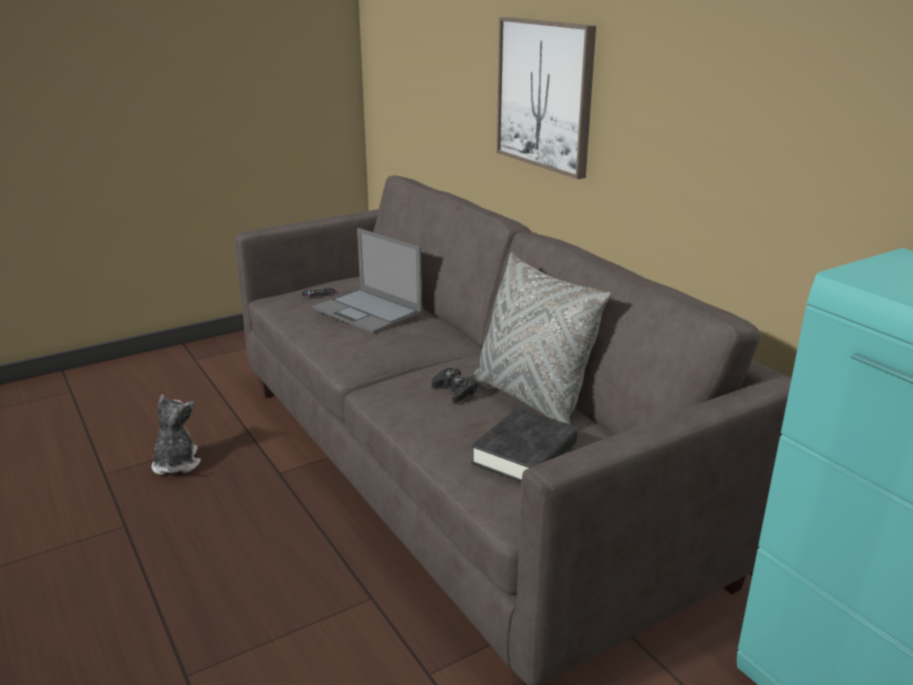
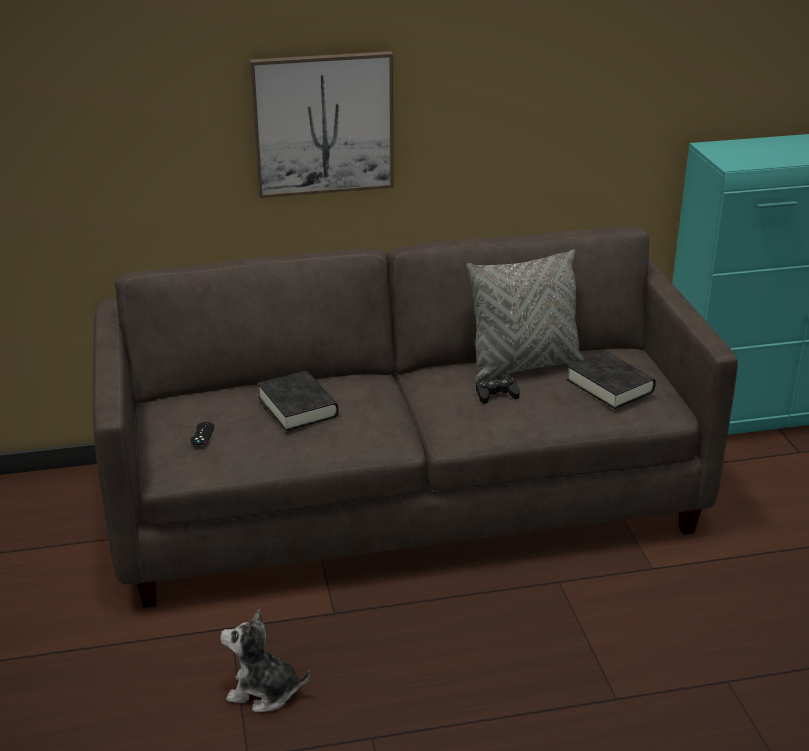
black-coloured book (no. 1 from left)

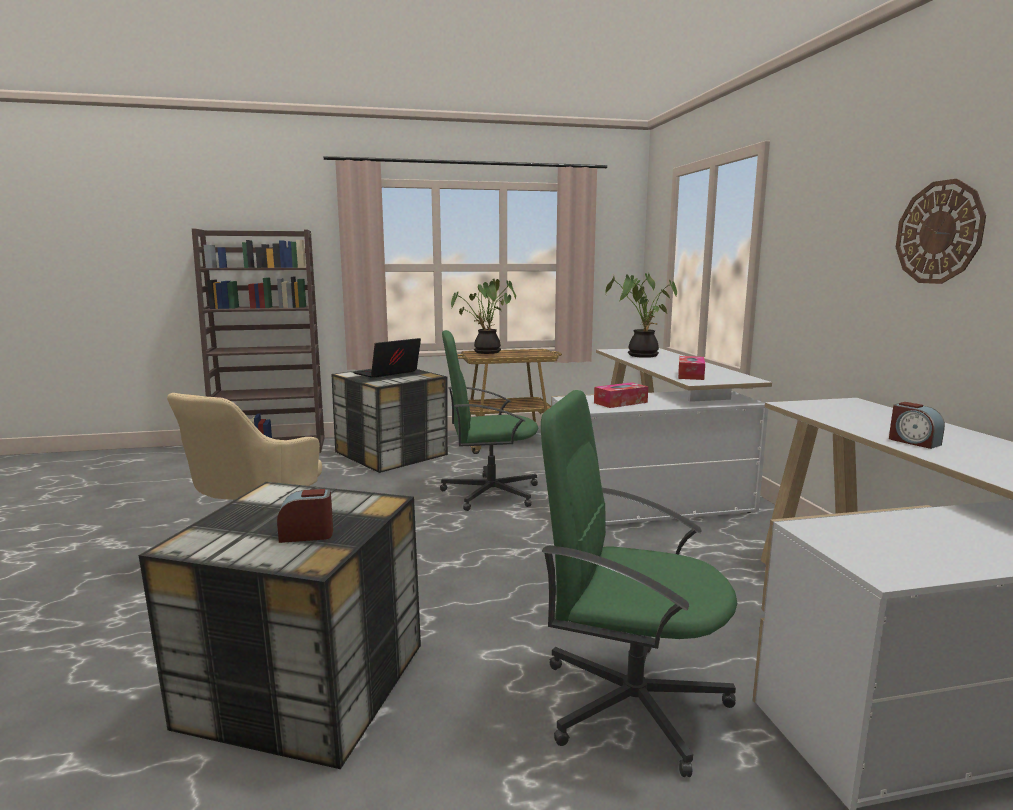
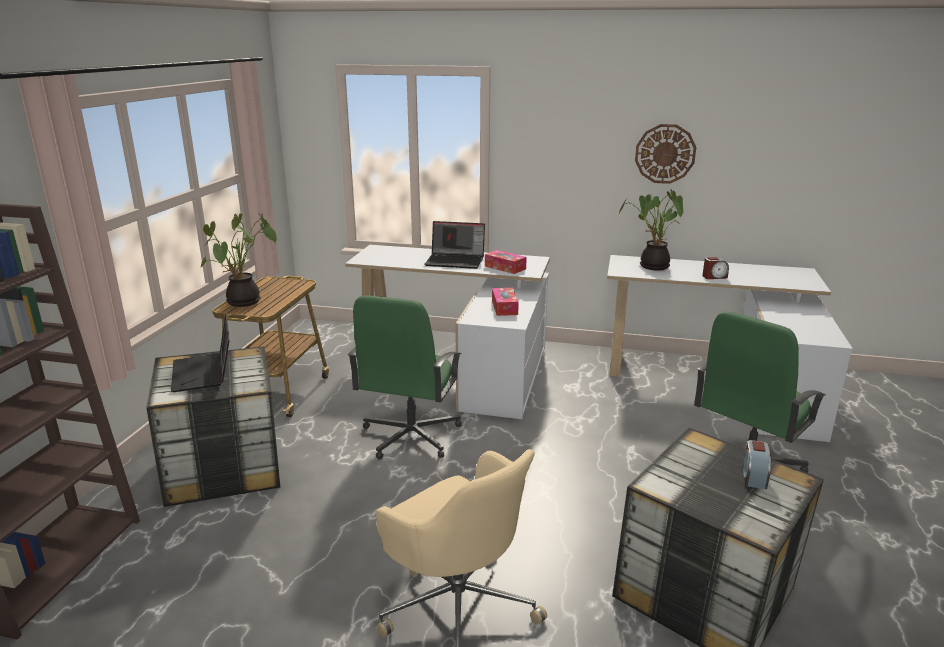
potted plant (no. 2 from left); notebook computer (no. 2 from left)

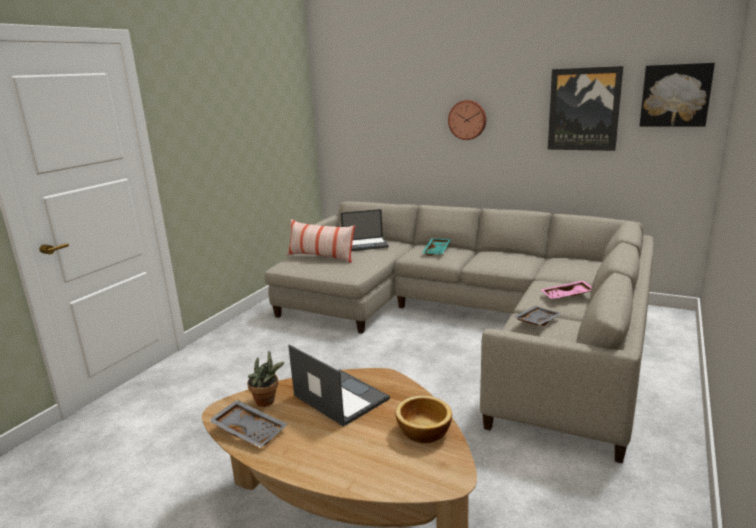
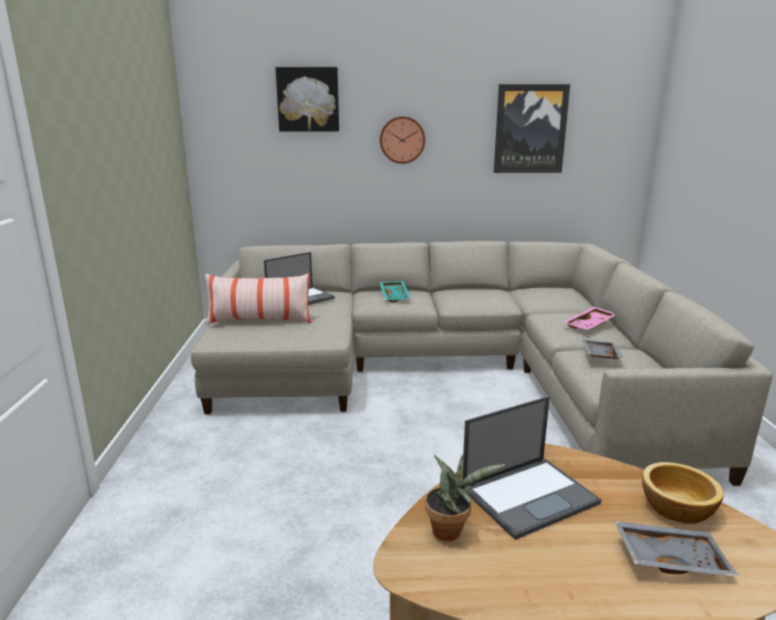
grey serving tray (no. 2 from left); notebook computer (no. 2 from left); wall art (no. 1 from left)

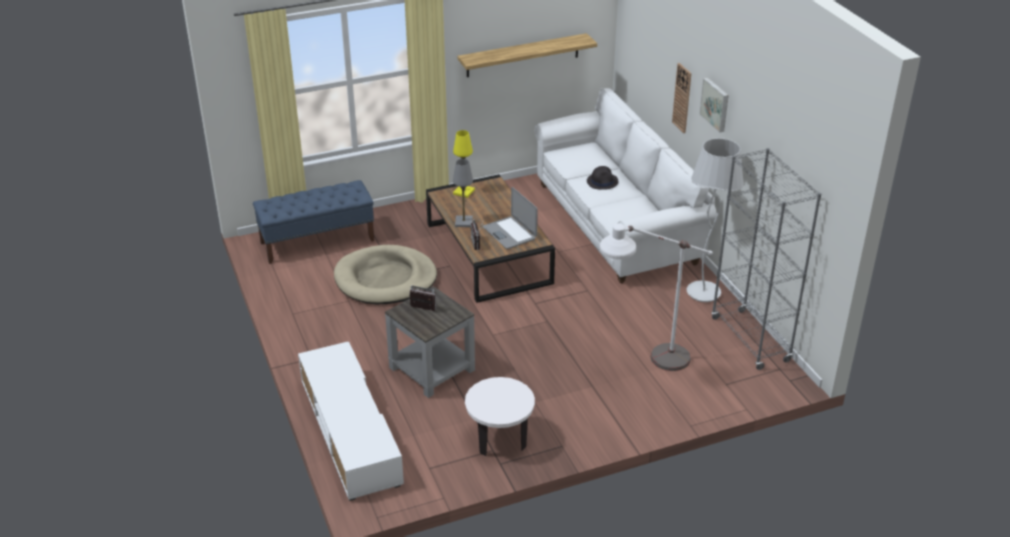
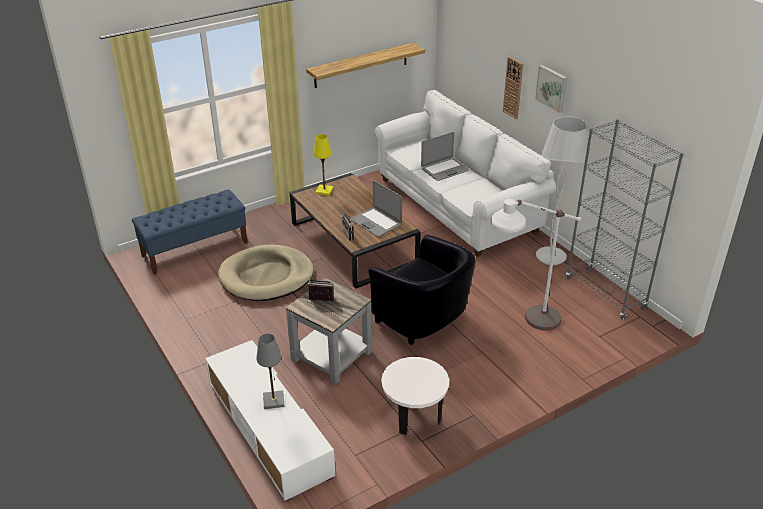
grey tabletop lamp; notebook computer (no. 2 from left); black-coloured lounge chair

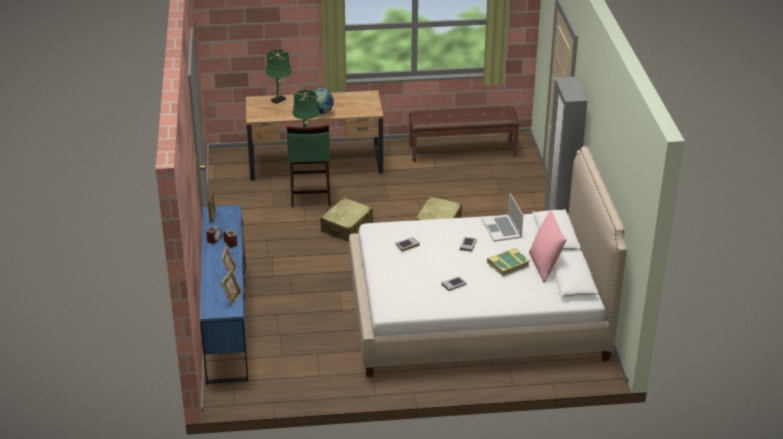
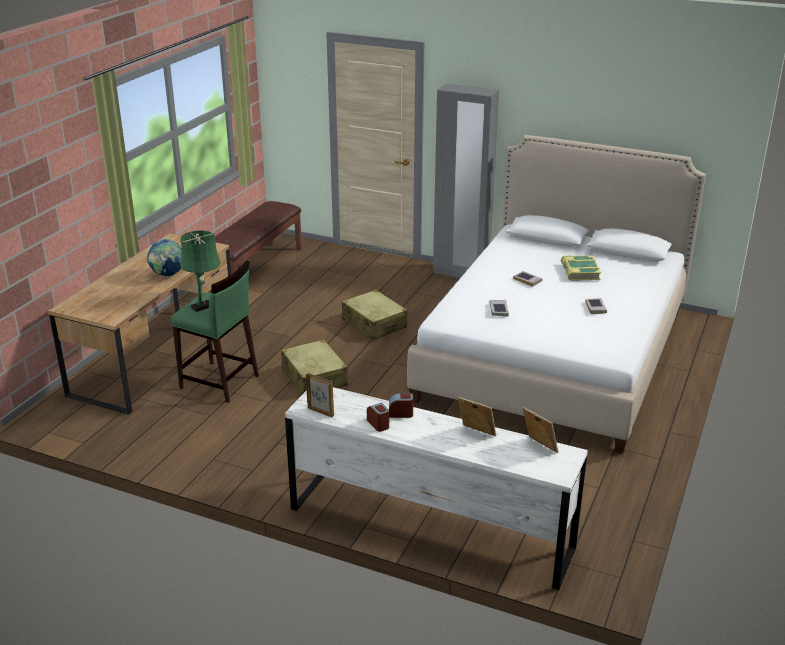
white dresser; green tabletop lamp (no. 1 from left in the first image); notebook computer; pink pillow

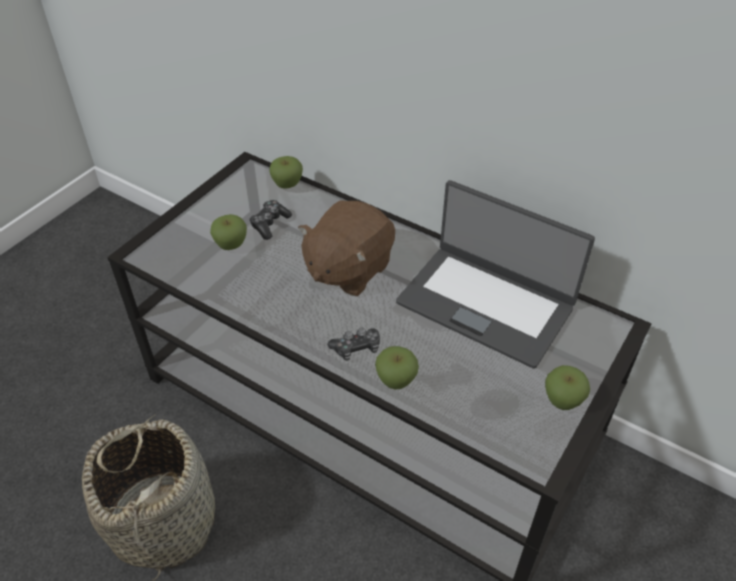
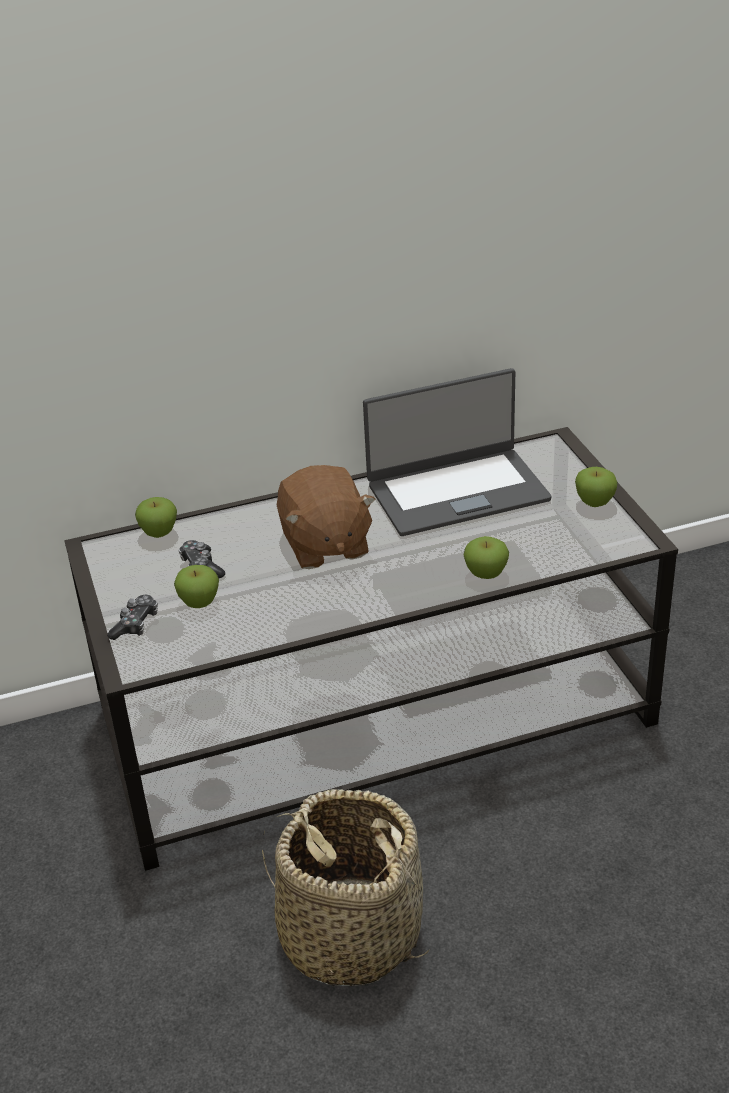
gamepad (no. 1 from left)

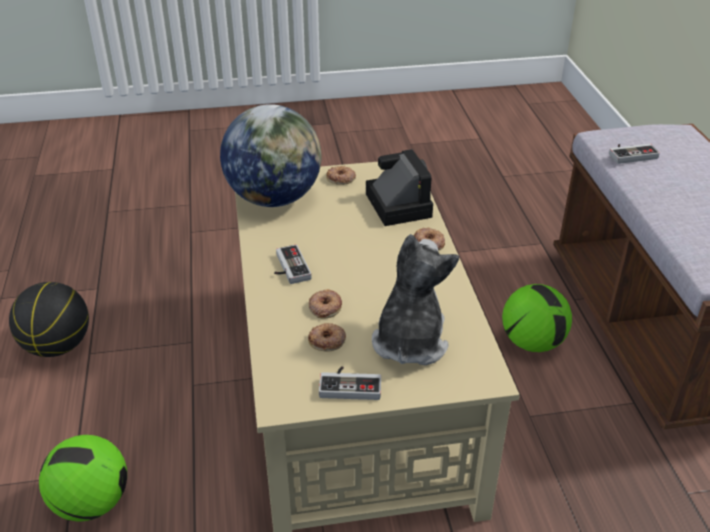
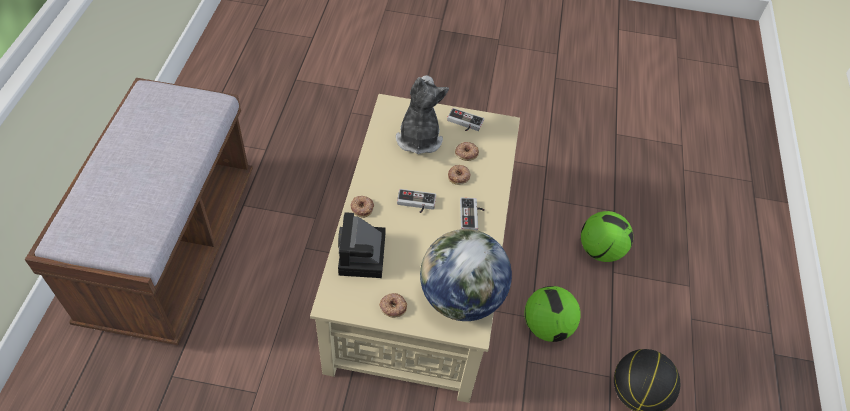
cuddly toy; football ball (no. 1 from left); gamepad (no. 1 from left)

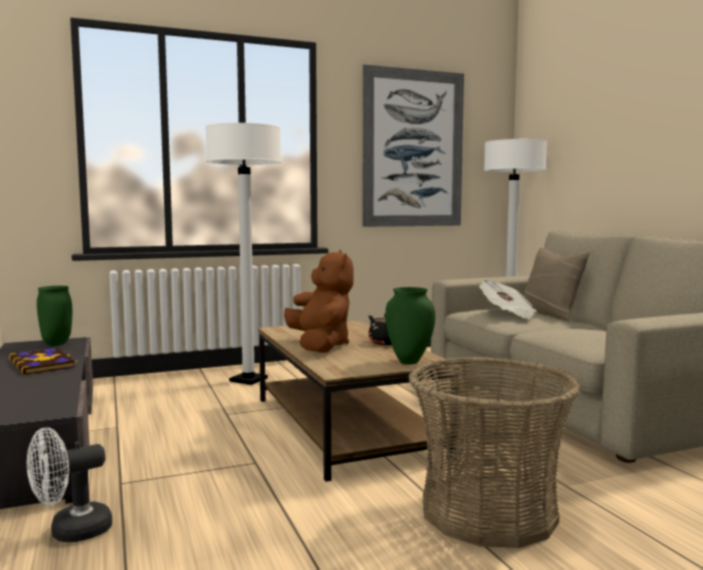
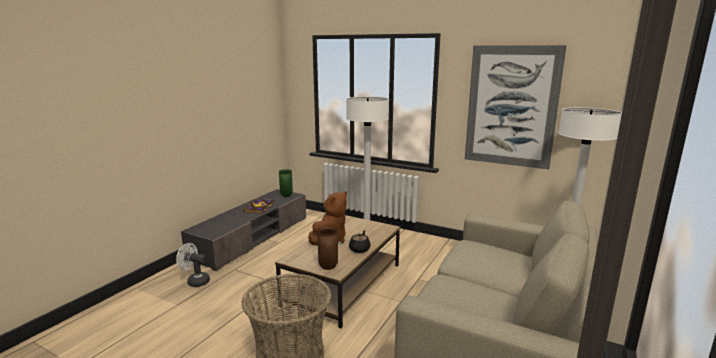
brown-coloured flower vase; daily paper; beige-coloured pillow

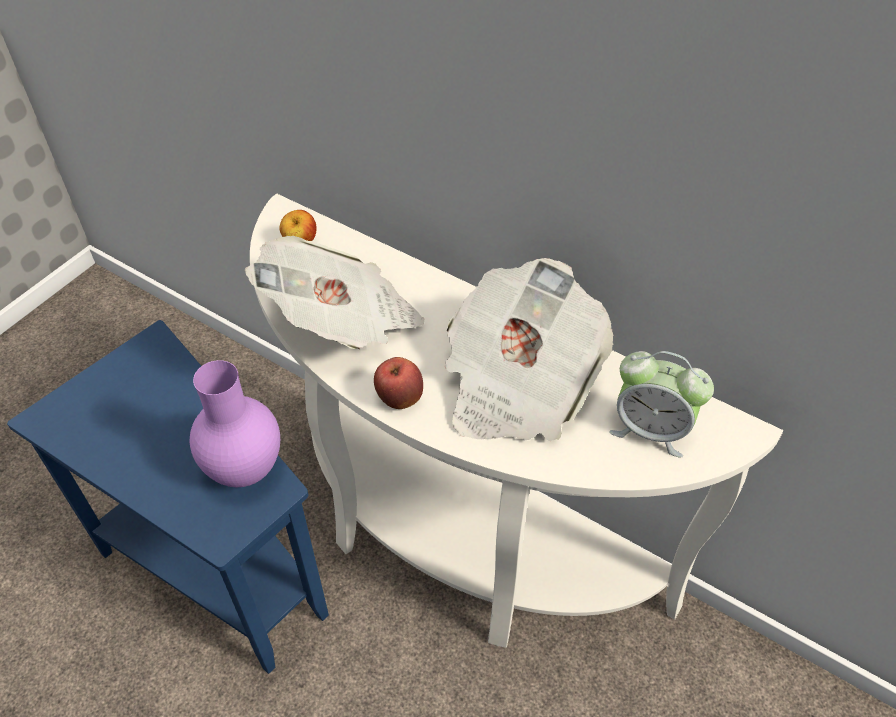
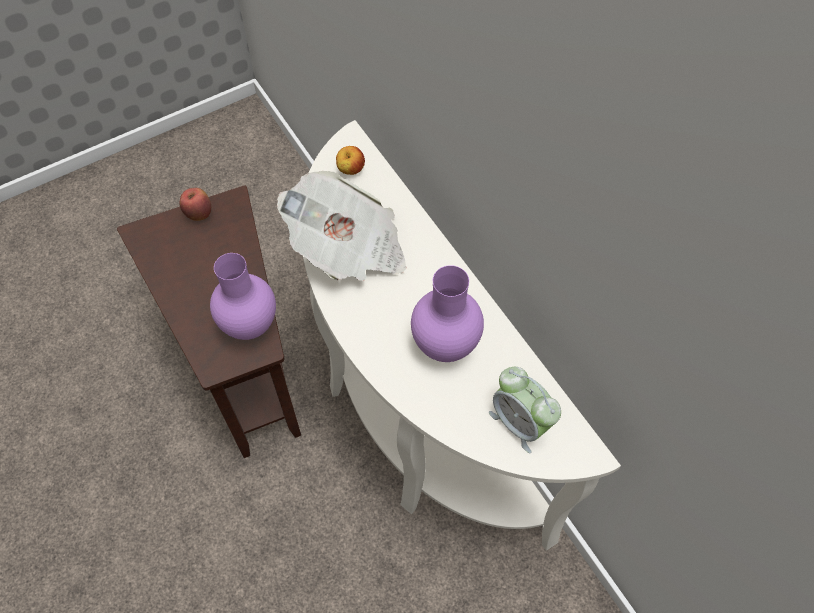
brown-coloured accent table; apple fruit (no. 1 from left); purple-coloured flower vase (no. 2 from left)

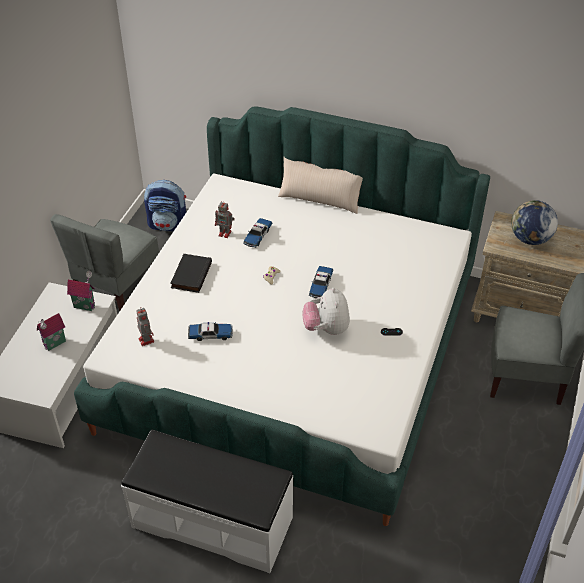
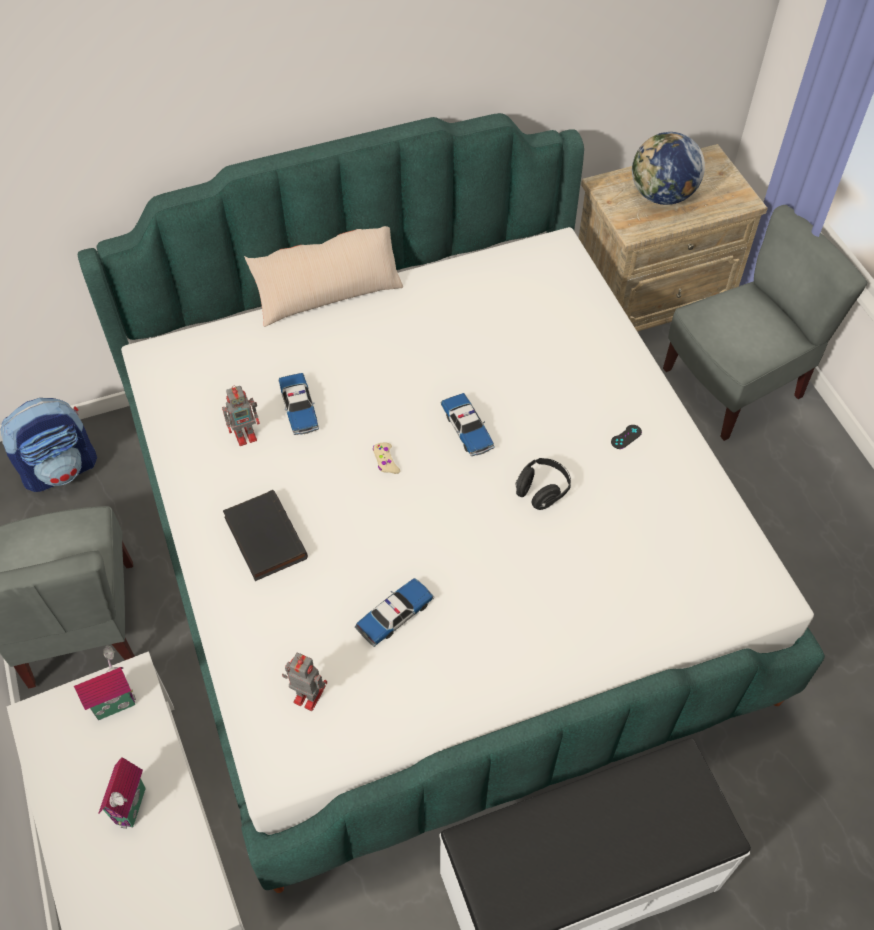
black-coloured headset

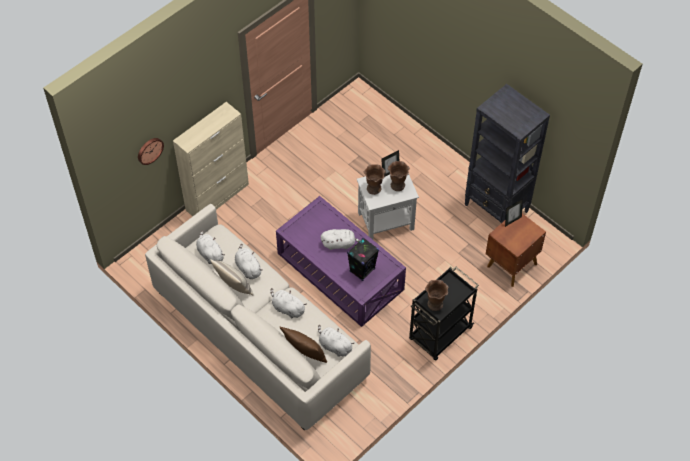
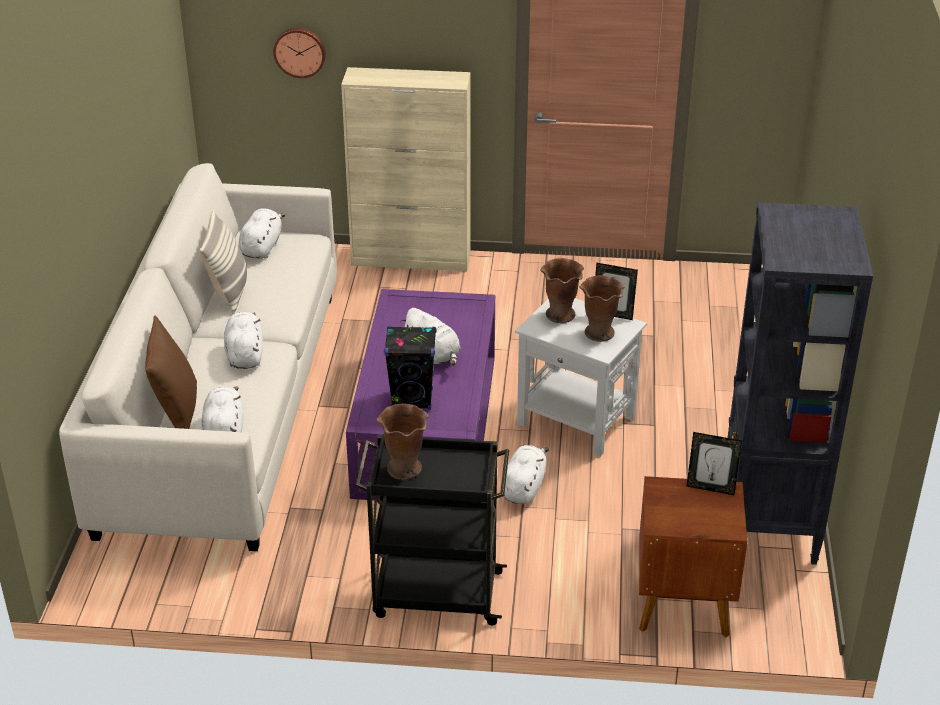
white cuddly toy (no. 5 from left)

